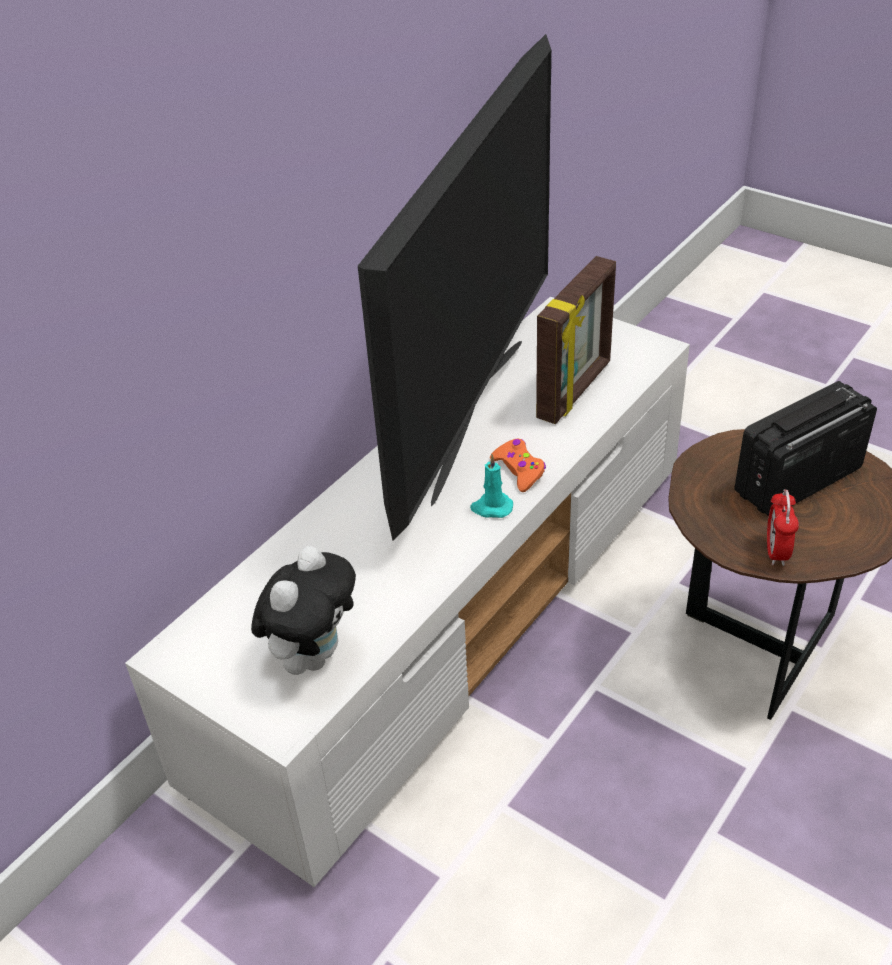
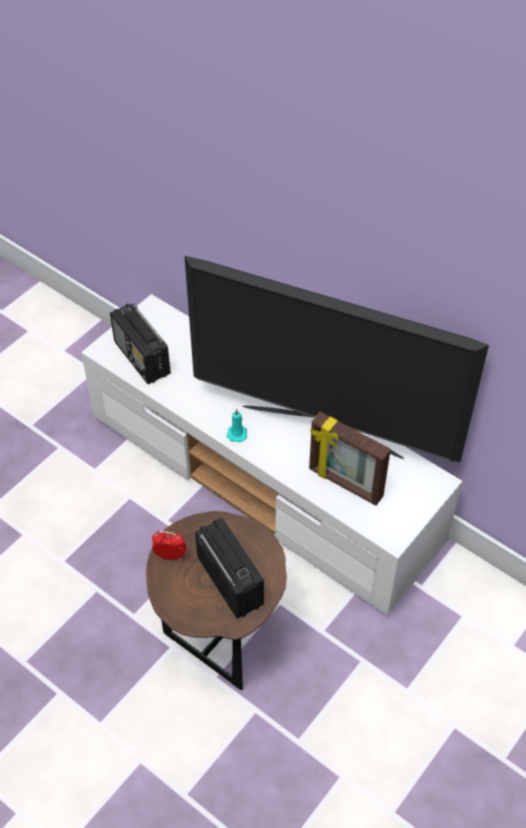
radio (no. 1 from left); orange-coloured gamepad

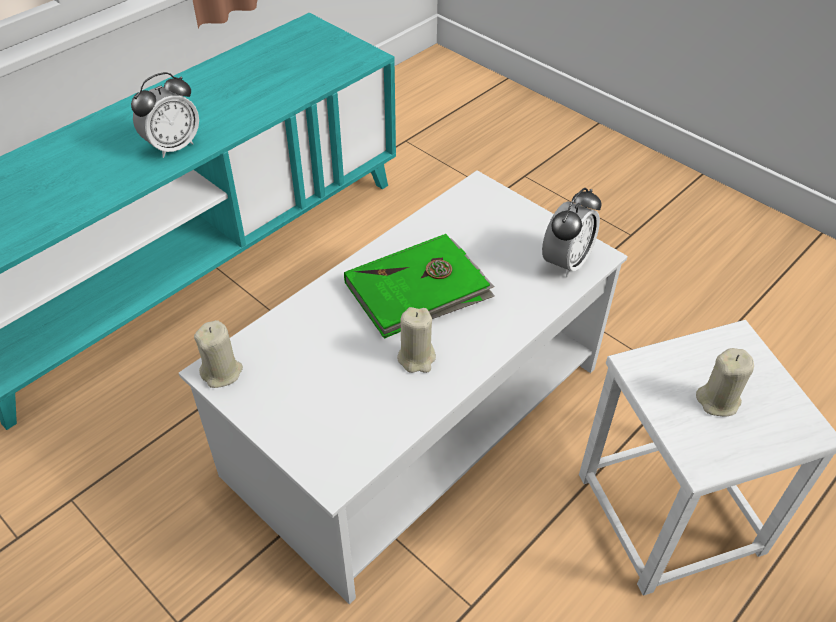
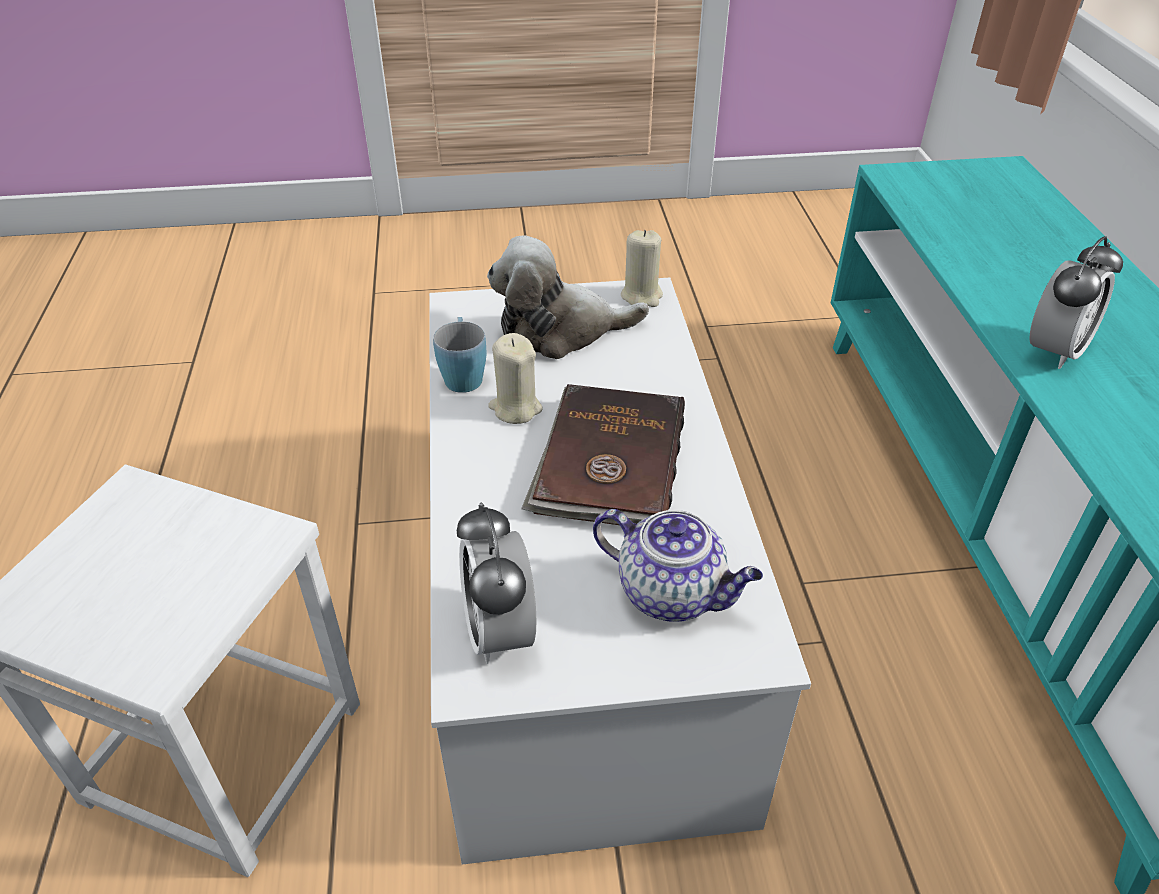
table clock (no. 2 from left); brown-coloured book; beige-coloured wax light (no. 3 from left in the first image); bluish coffee mug; cuddly toy; tea pot

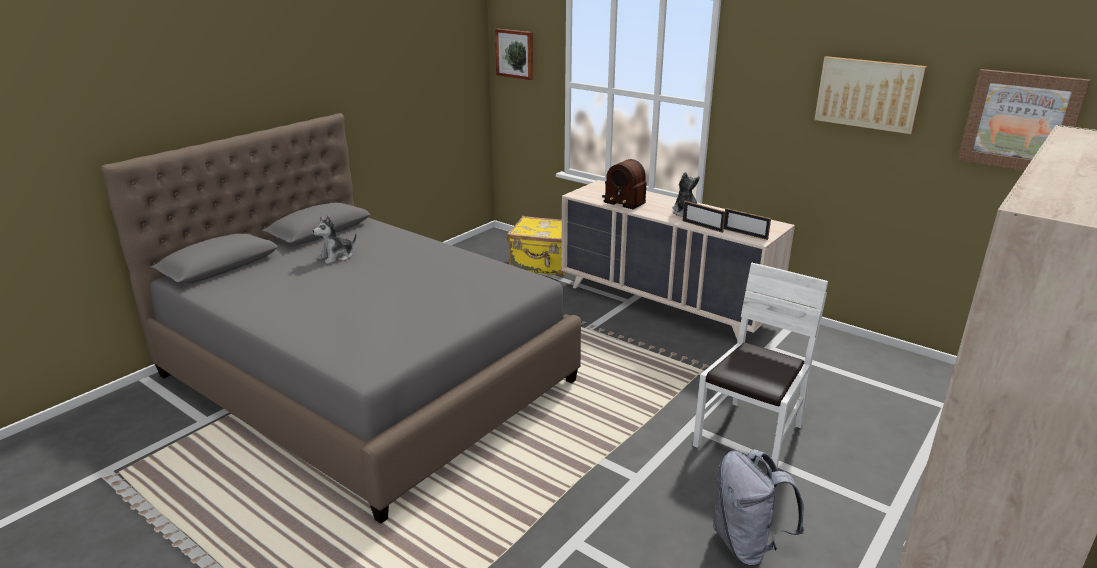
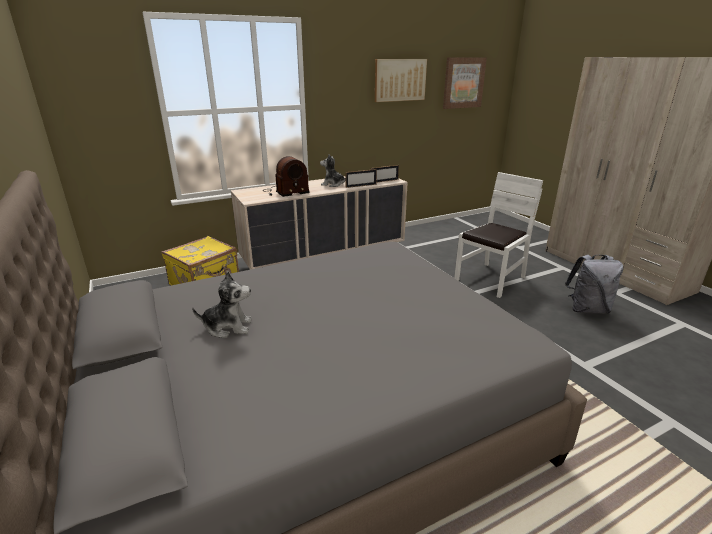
cuddly toy (no. 1 from left); wall art (no. 1 from left in the first image); white plain chair

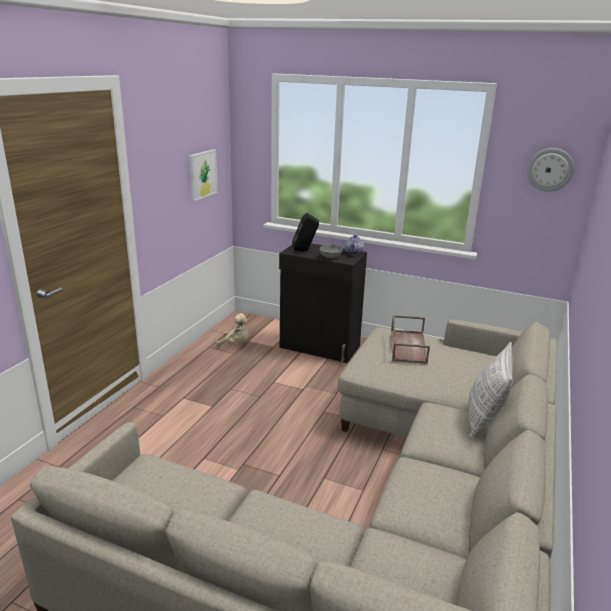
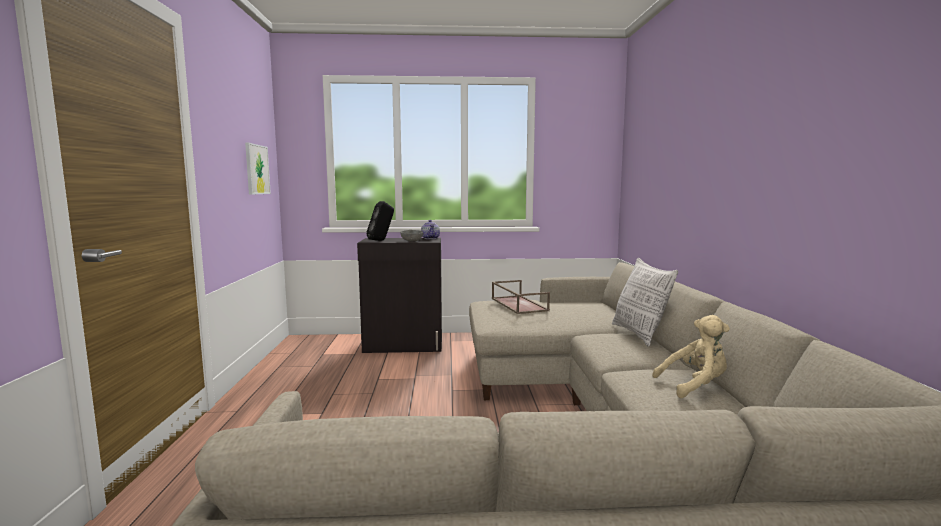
beige-coloured cuddly toy; hanging clock

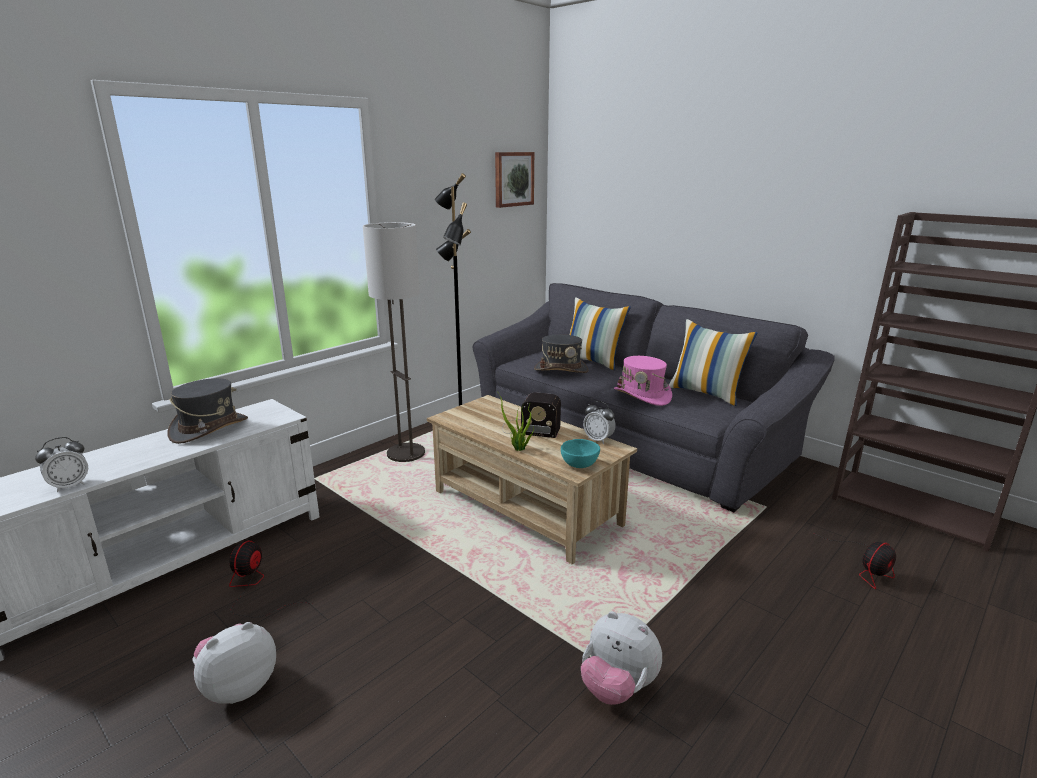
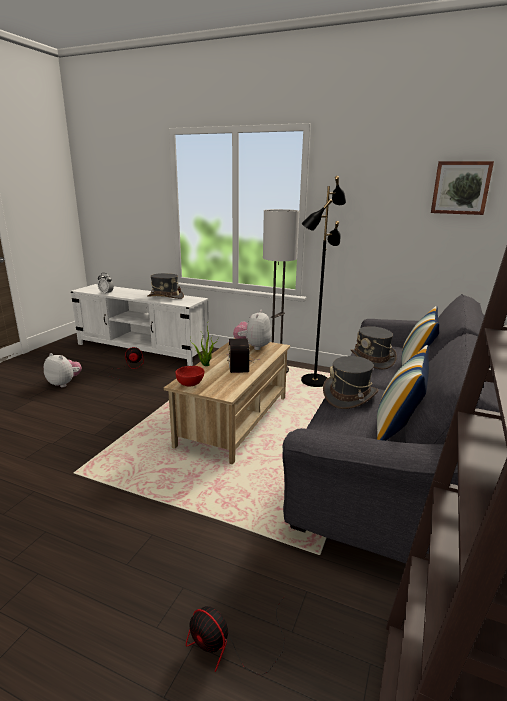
red deep dish; cuddly toy (no. 2 from left); table clock (no. 2 from left in the first image); grey hat (no. 2 from left)

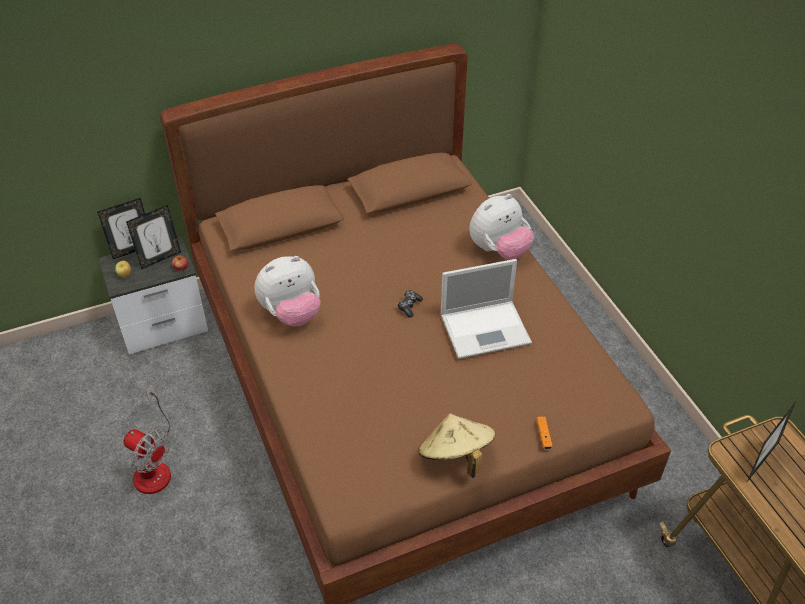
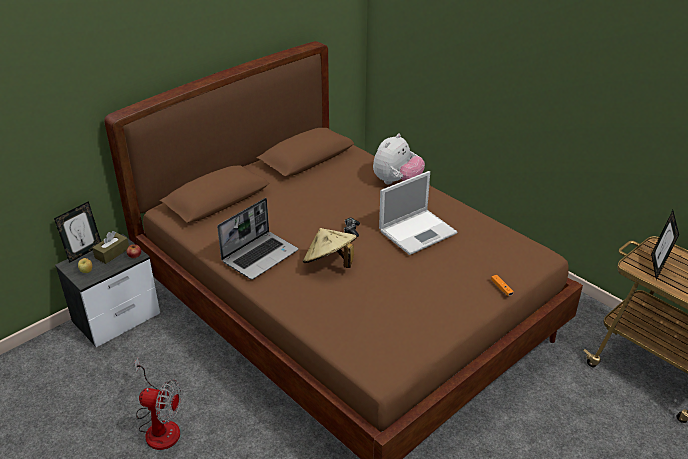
brown-coloured box of tissues; notebook computer (no. 1 from left); beige-coloured hat

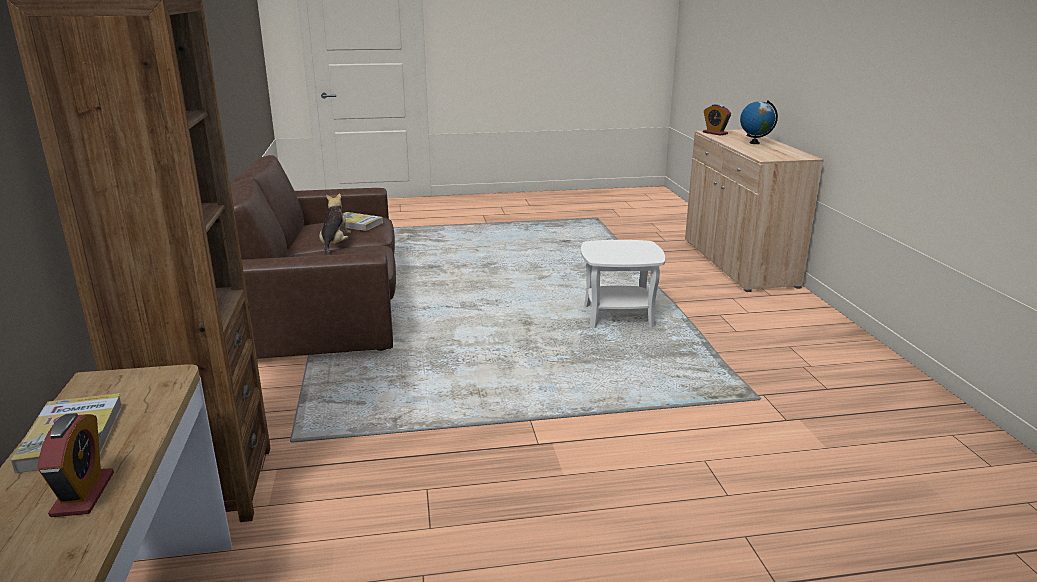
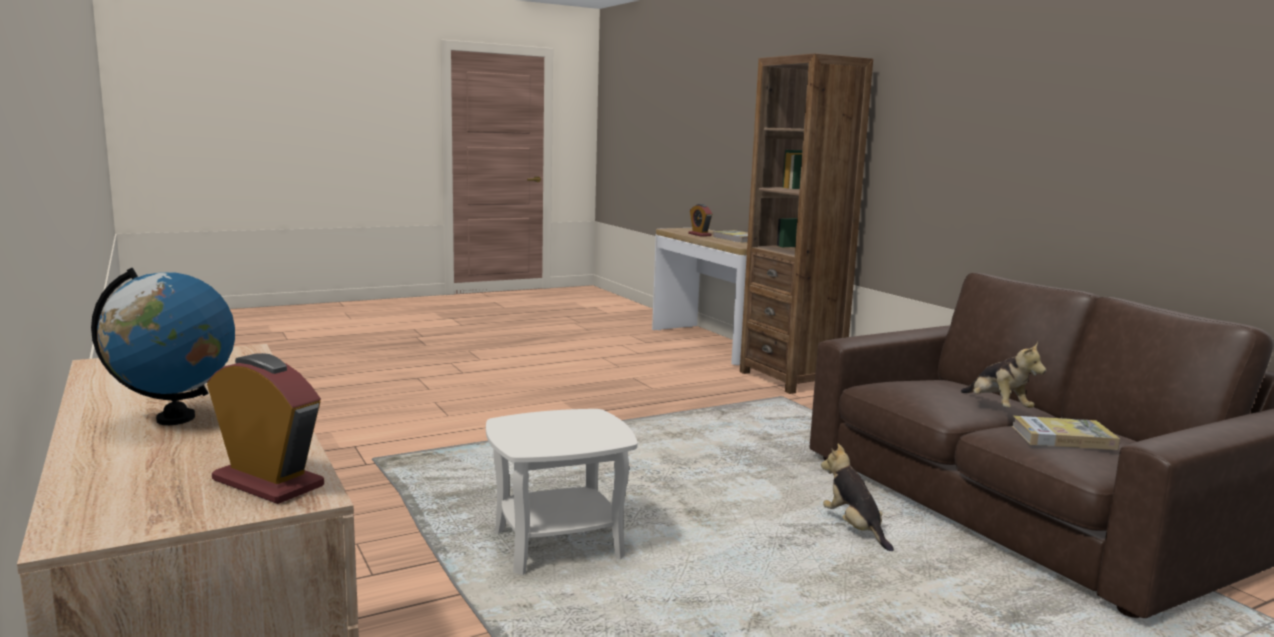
cuddly toy (no. 1 from left)

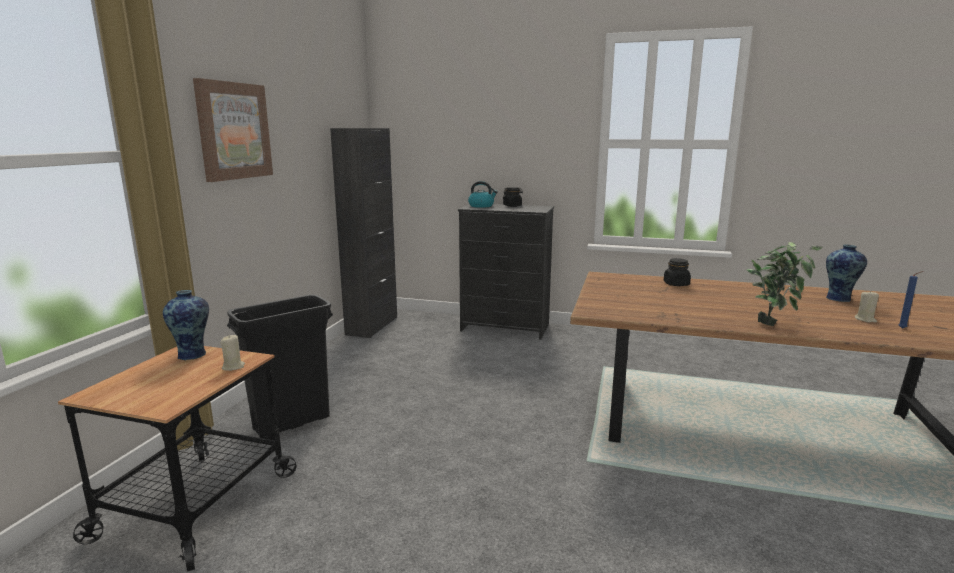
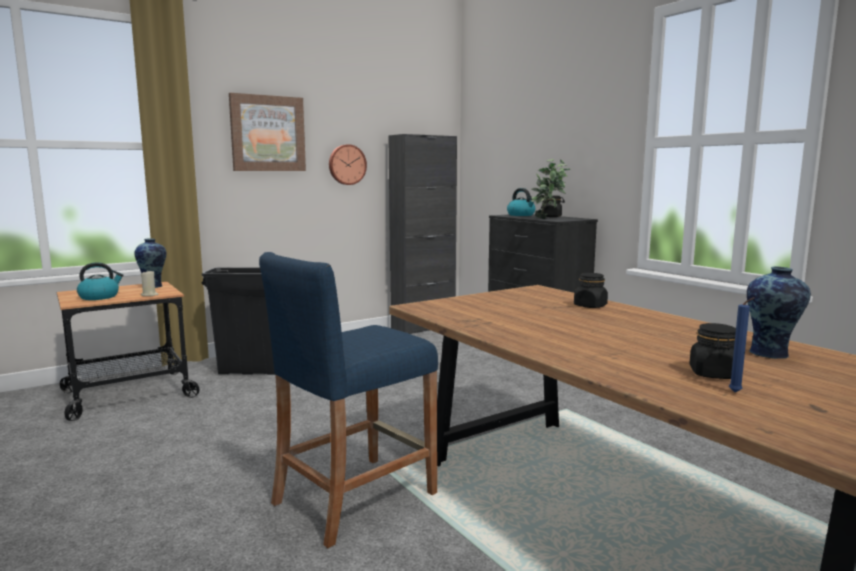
potted plant; black-coloured preserve jar (no. 3 from left); water kettle (no. 1 from left); bluish stool seat; hanging clock

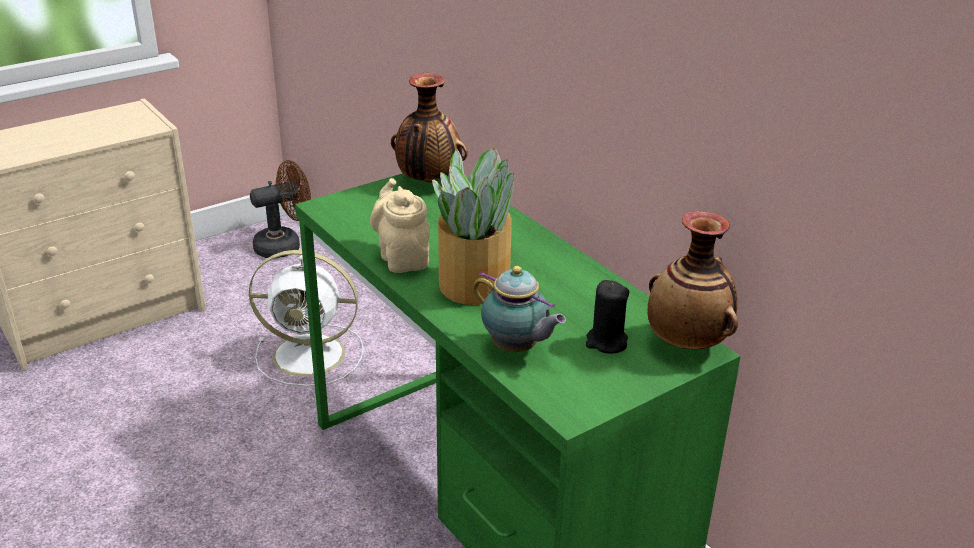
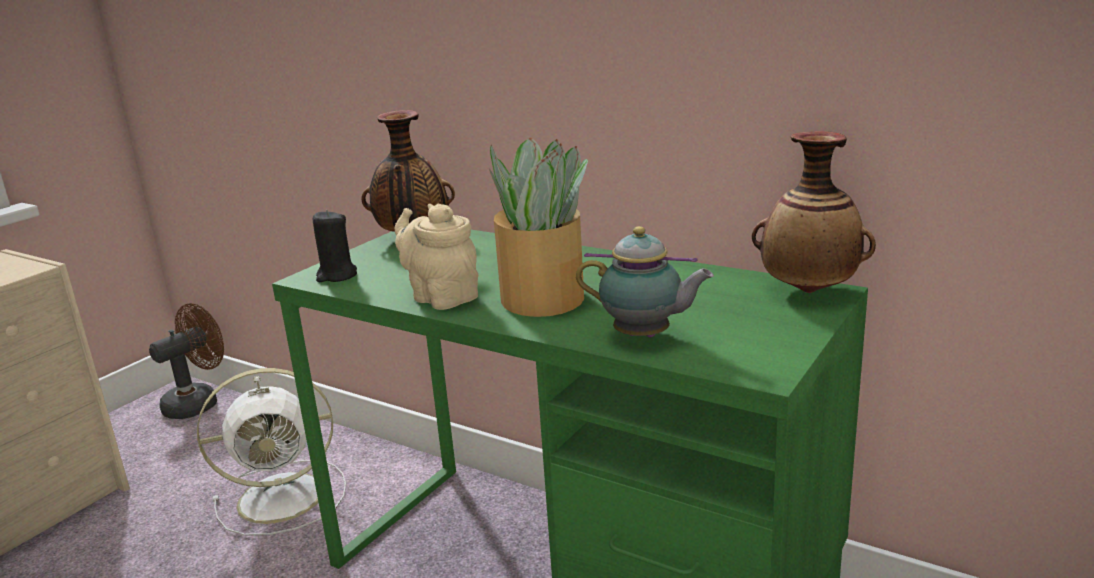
black-coloured wax light

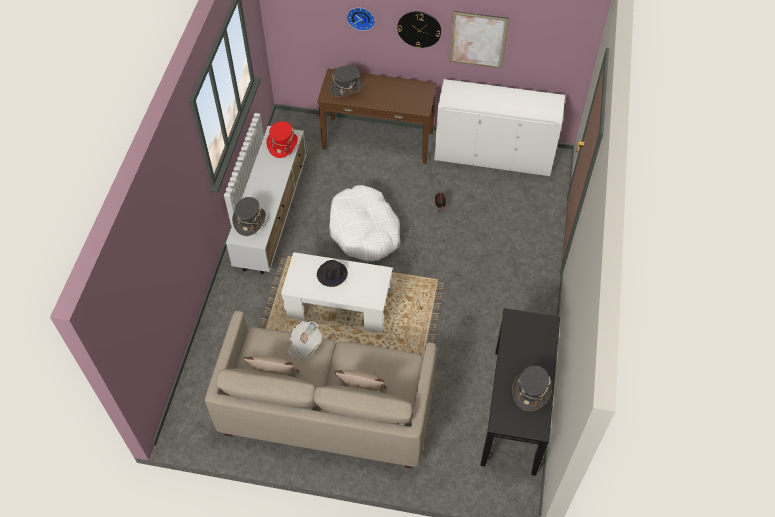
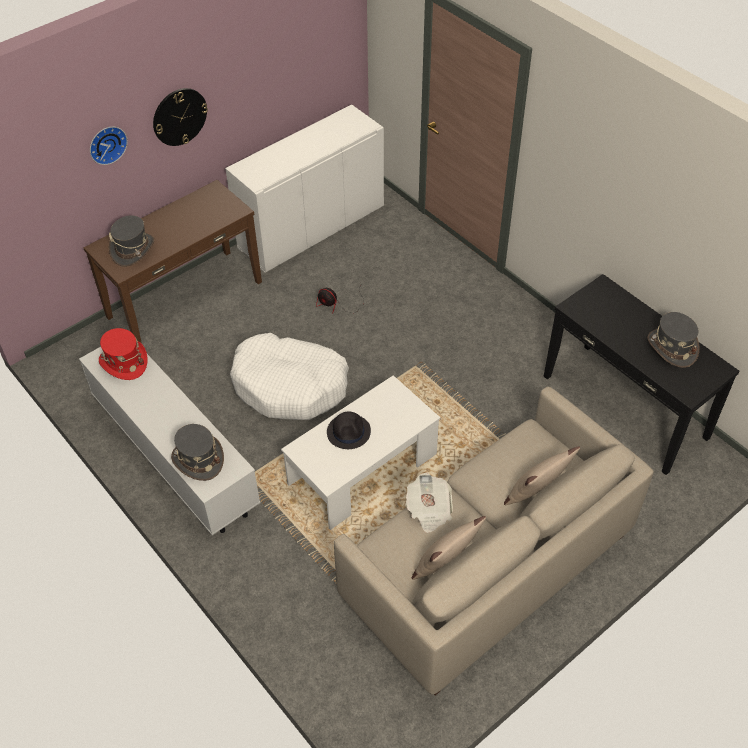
wall art

